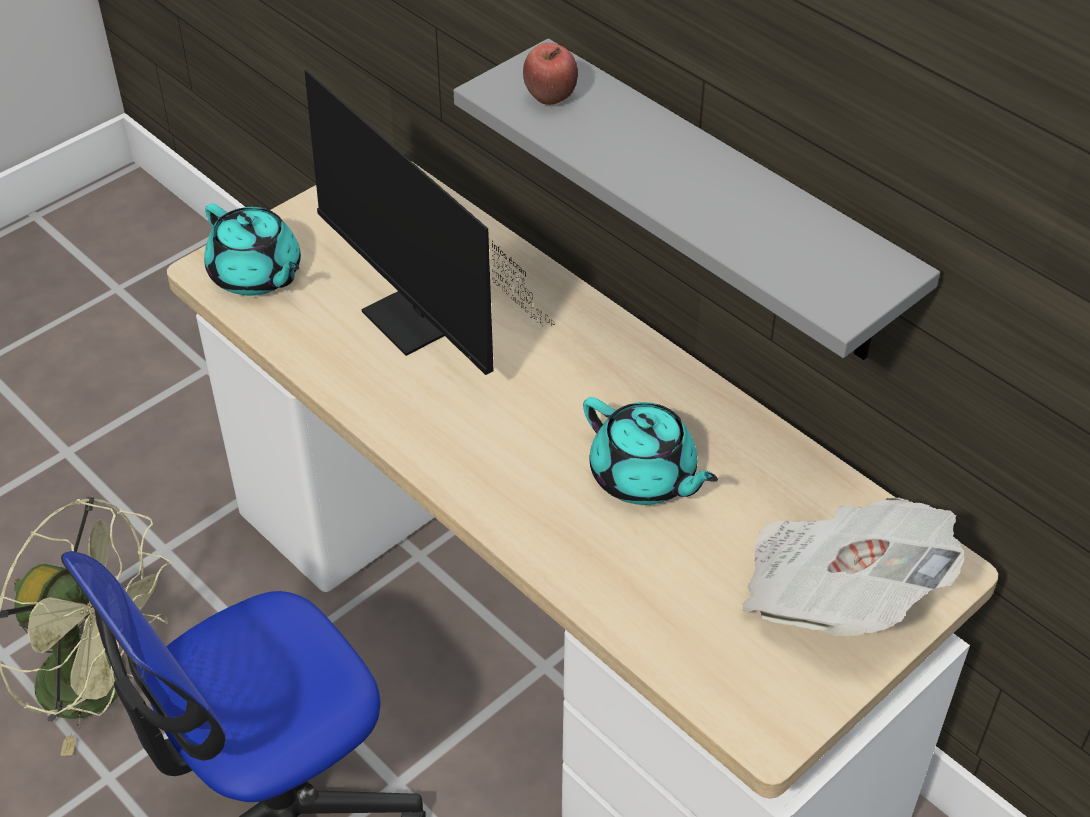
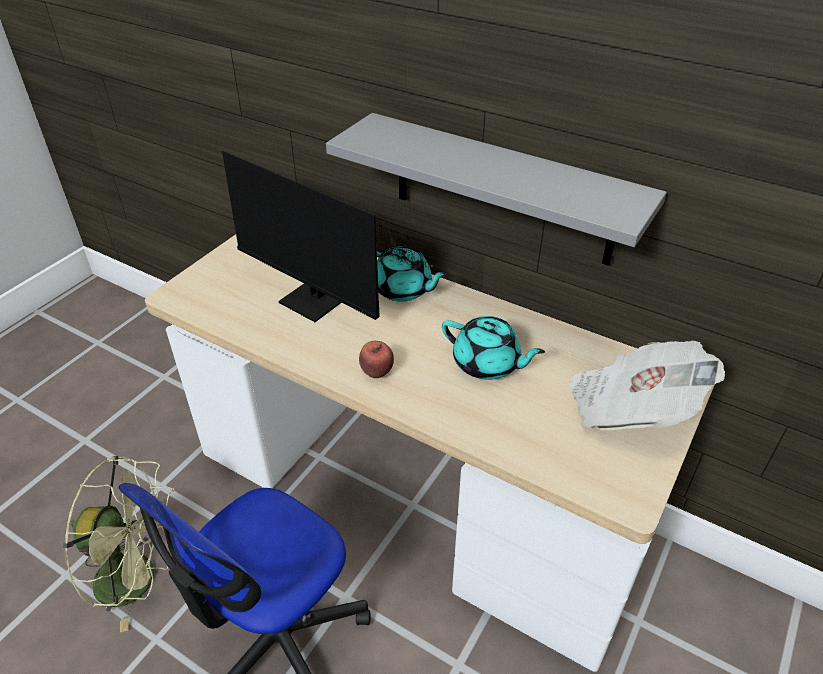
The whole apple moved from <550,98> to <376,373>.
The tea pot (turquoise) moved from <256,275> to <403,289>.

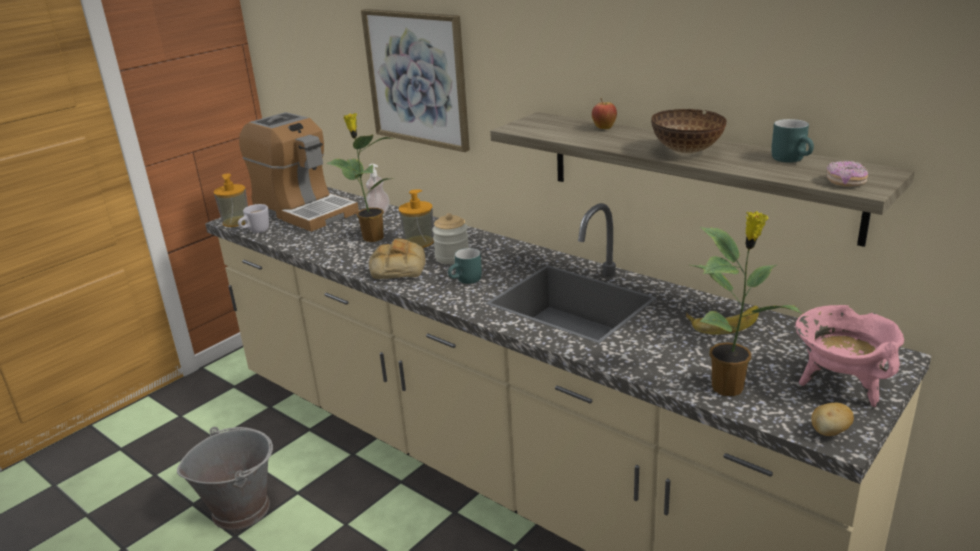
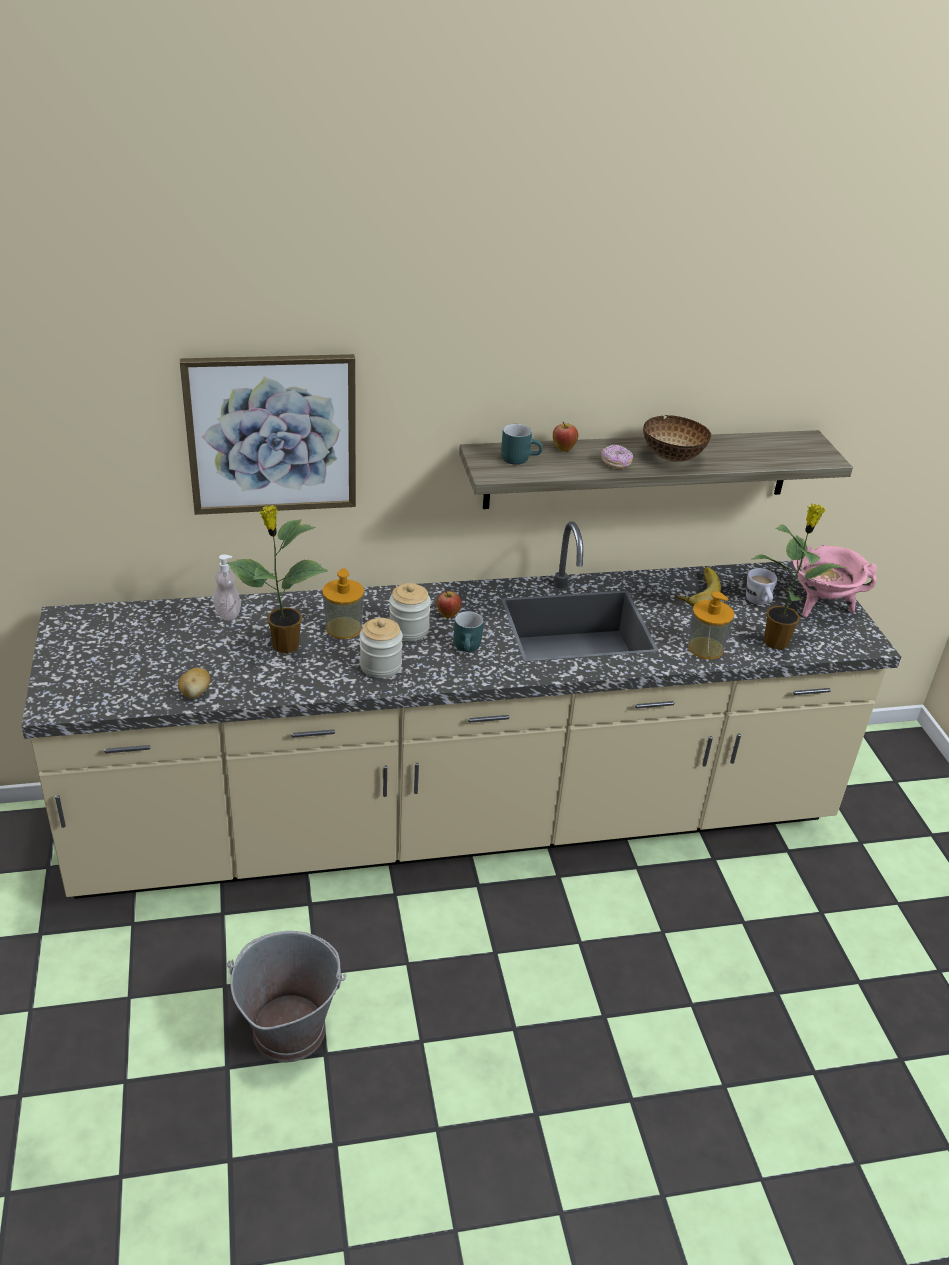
The spud moved from <829,432> to <195,693>.
The baked bread at <397,267> was replaced by the preserve jar at <380,666>.
The whole apple at <448,615> appeared.
The coffee mug (turquoise) moved from <793,159> to <520,458>.
The ring doughnut moved from <845,182> to <616,463>.
The liquid soap bottle moved from <236,221> to <705,648>.
The coffee mug (white) moved from <255,231> to <759,602>.
The coffee maker at <303,210> disappeared.

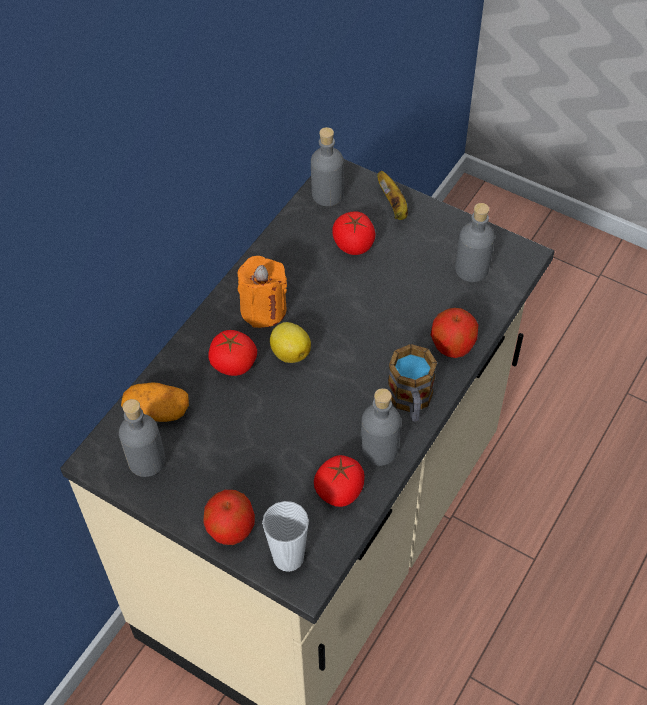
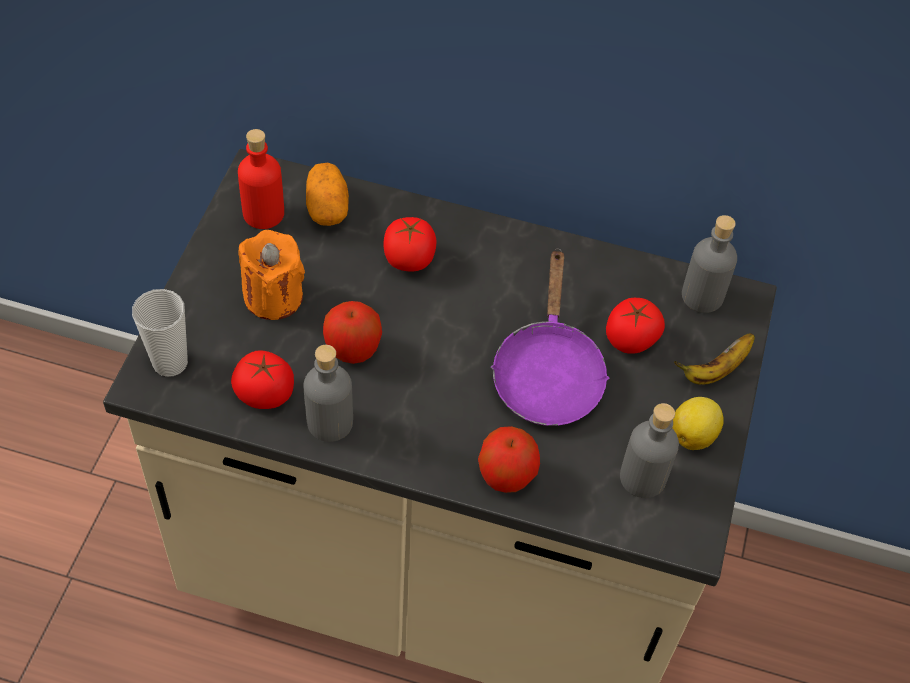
The drink bottle (greyish) at <146,460> became the drink bottle (reddish) at <263,213>.
The wax light (orangey) moved from <263,309> to <273,297>.
The whole apple moved from <231,529> to <353,349>.
The frying pan (purplish) at <547,373> appeared.
The citrus fruit moved from <290,352> to <693,435>.
The coffee mug at <411,402> disappeared.

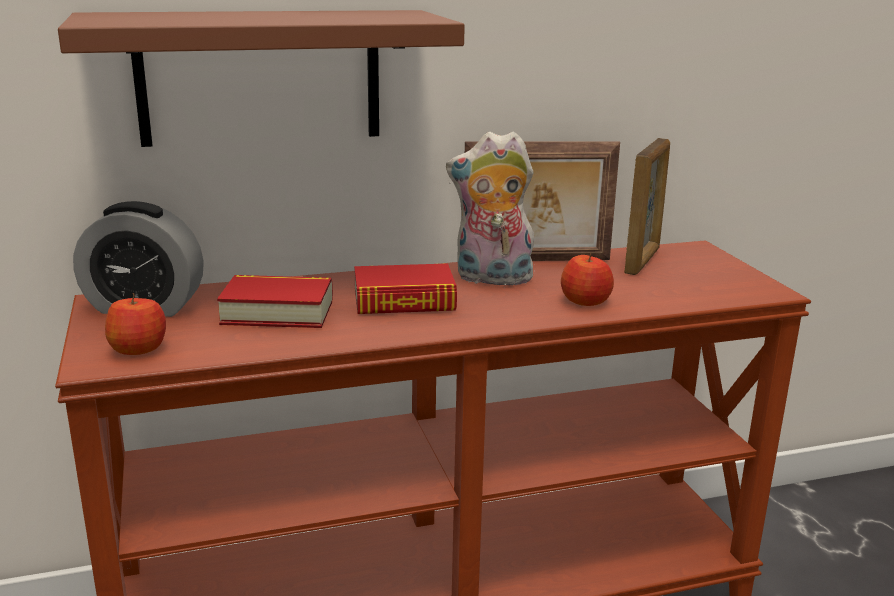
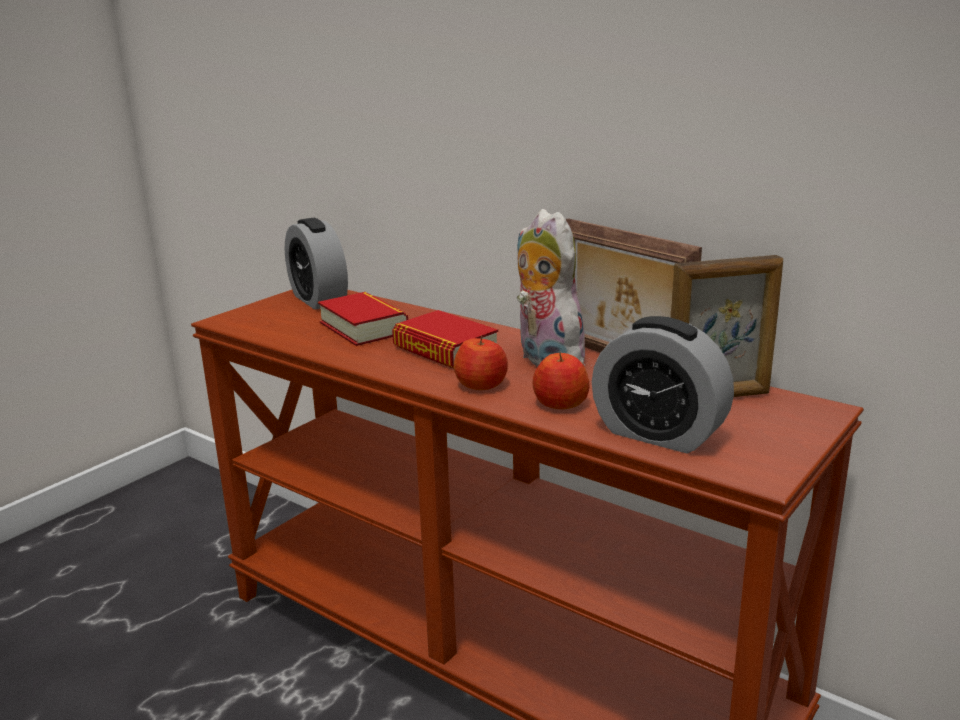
The whole apple moved from <138,349> to <482,385>.
The table clock at <658,434> appeared.
The wall shelf (brownish) at <260,77> disappeared.

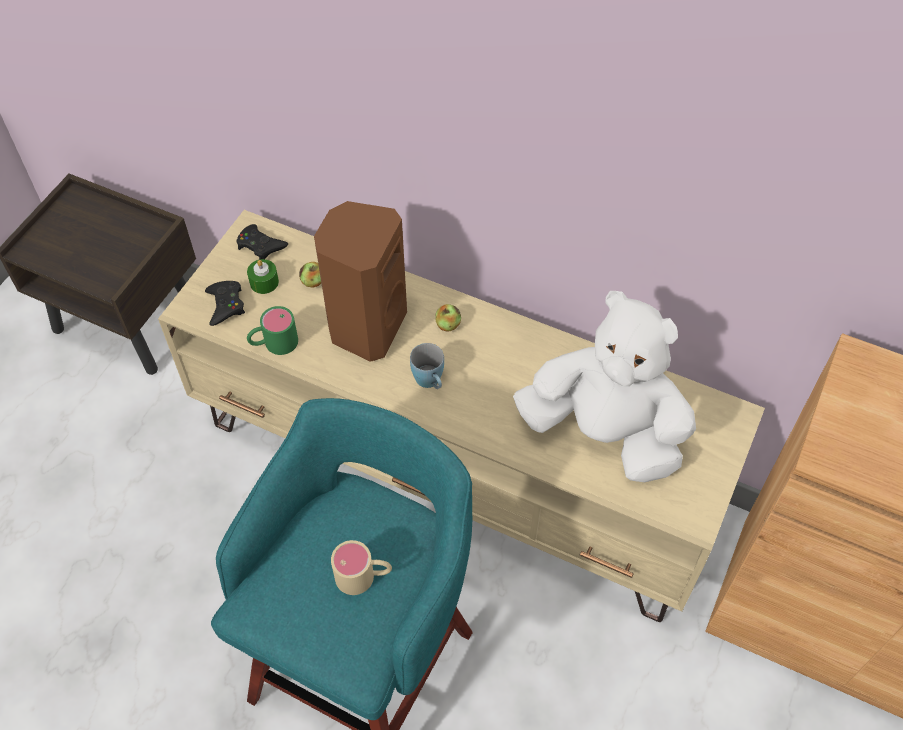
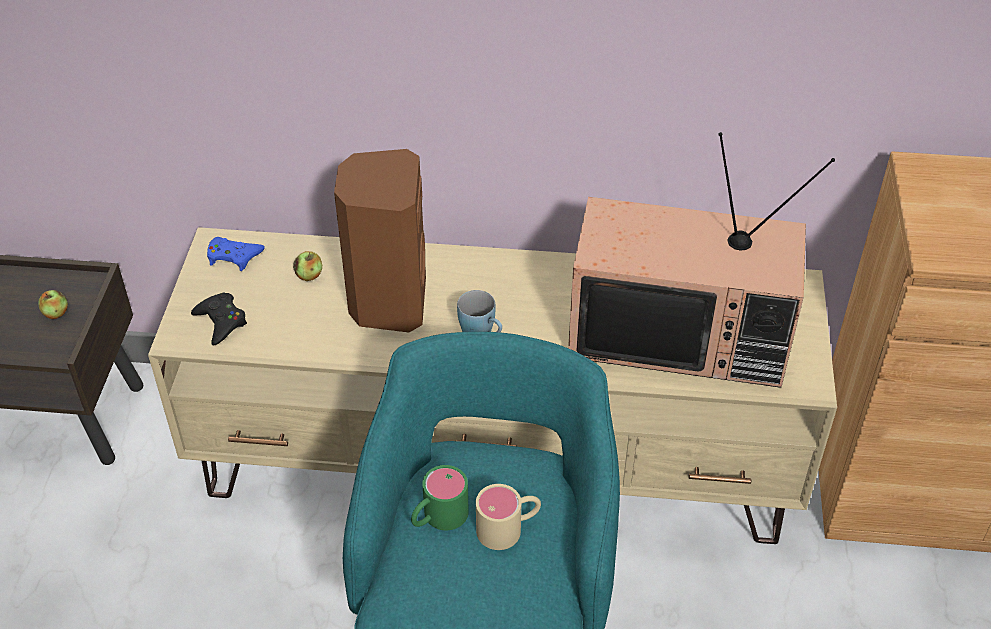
The whole apple moved from <448,325> to <56,313>.
The gamepad (black-coloured) at <260,246> became the gamepad (blue-coloured) at <233,256>.
The coffee mug (greenish) moved from <273,343> to <438,518>.
The cuddly toy (white) at <604,432> was replaced by the television at <681,333>.
The wax light (greenish) at <264,282> disappeared.

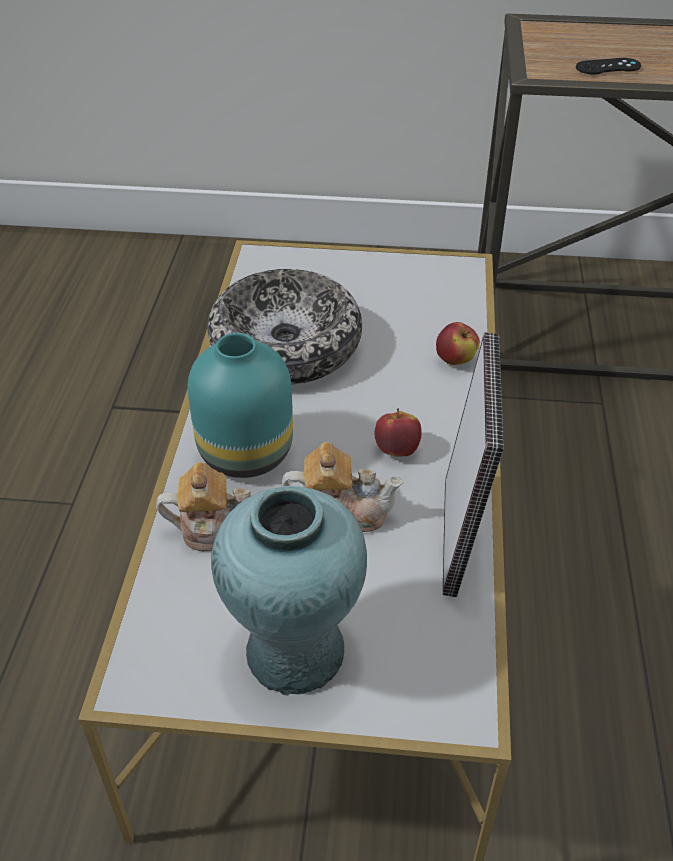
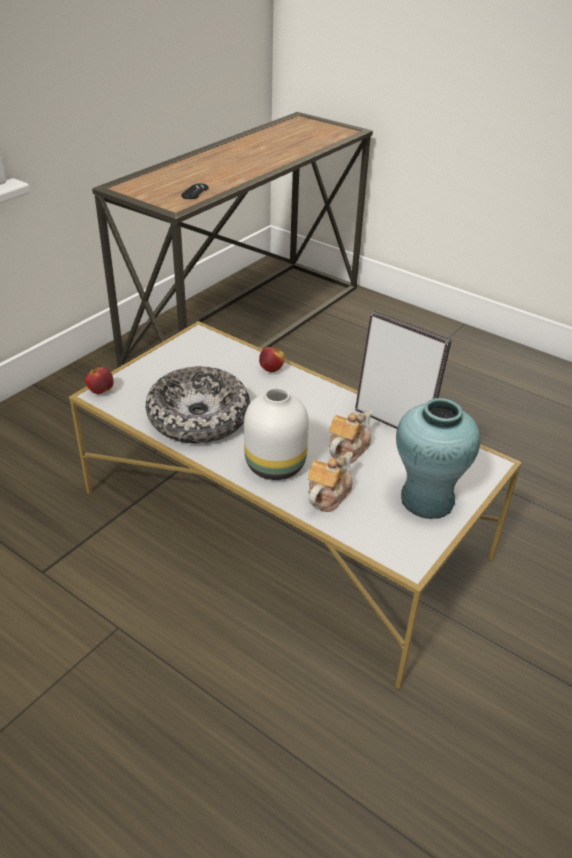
The whole apple moved from <396,450> to <101,391>.
The flower vase (turquoise) at <247,454> became the flower vase (white) at <277,465>.

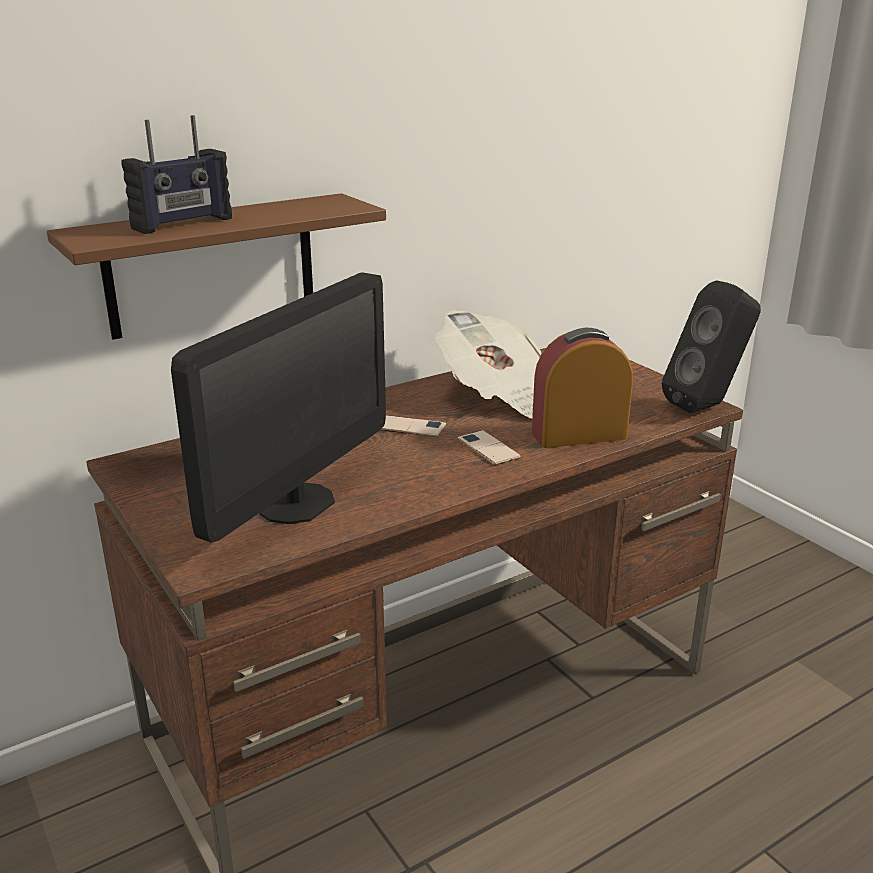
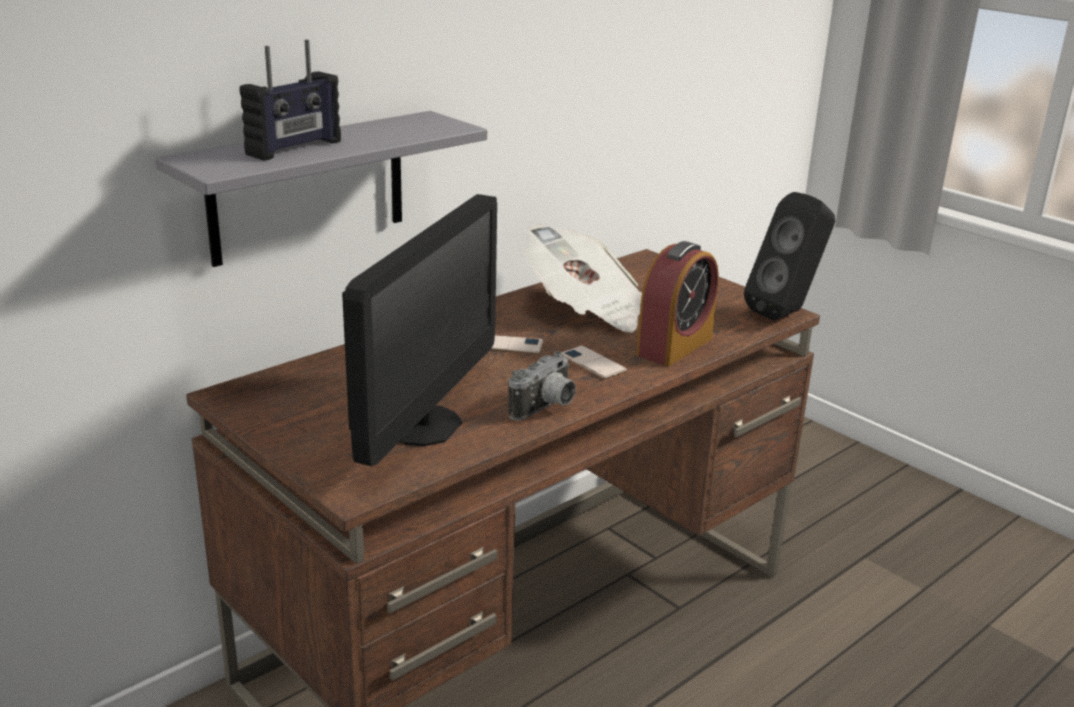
The wall shelf (brownish) at <211,265> became the wall shelf (greyish) at <308,188>.
The still camera at <546,408> appeared.
The table clock at <579,435> turned 150 degrees clockwise.

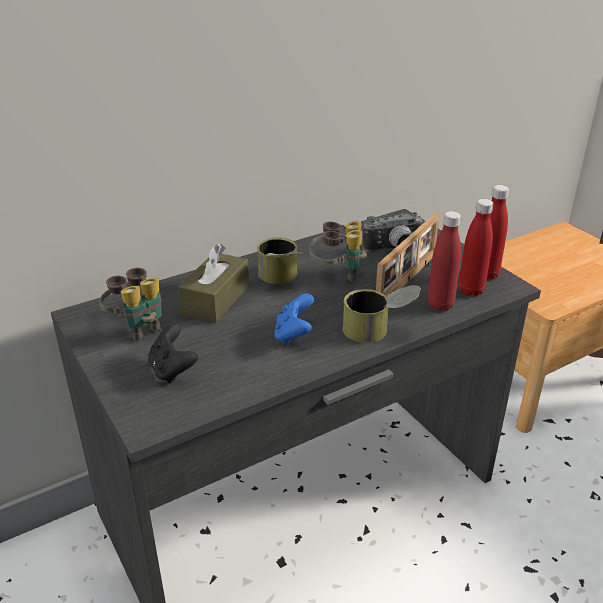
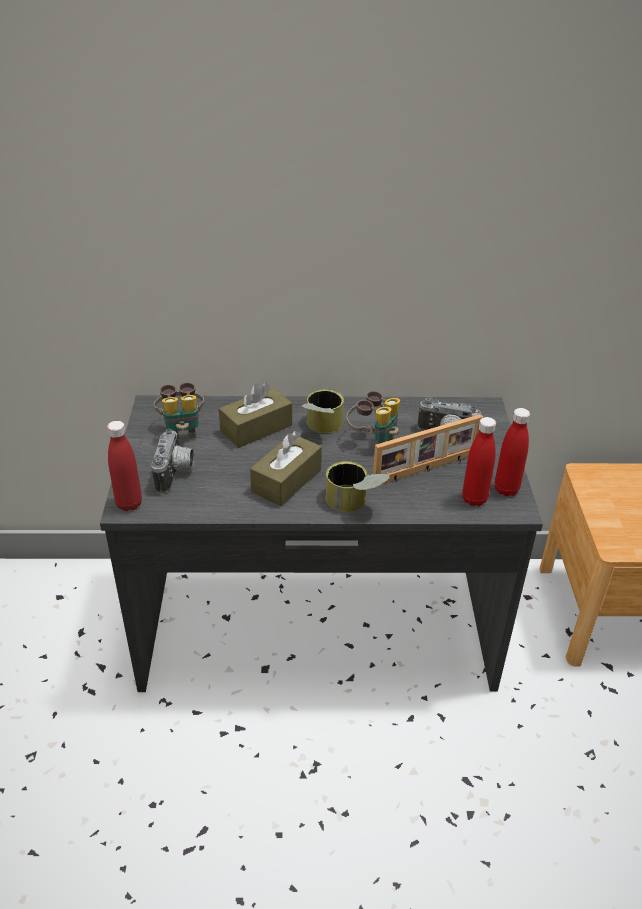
The drink bottle (reddish) moved from <440,305> to <129,504>.
The gamepad (black-coloured) at <172,370> was replaced by the still camera at <176,474>.
The gamepad (blue-coloured) at <294,334> was replaced by the box of tissues (brownish) at <286,480>.

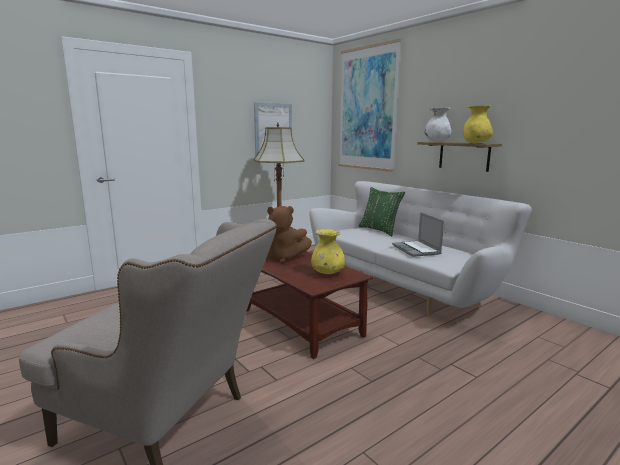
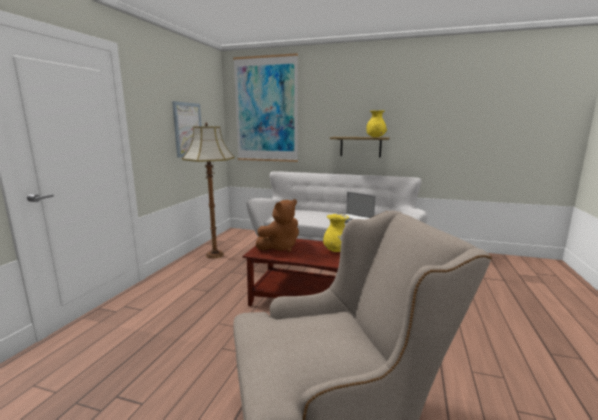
The cushion (greenish) at <379,230> disappeared.
The flower vase (white) at <437,141> disappeared.

